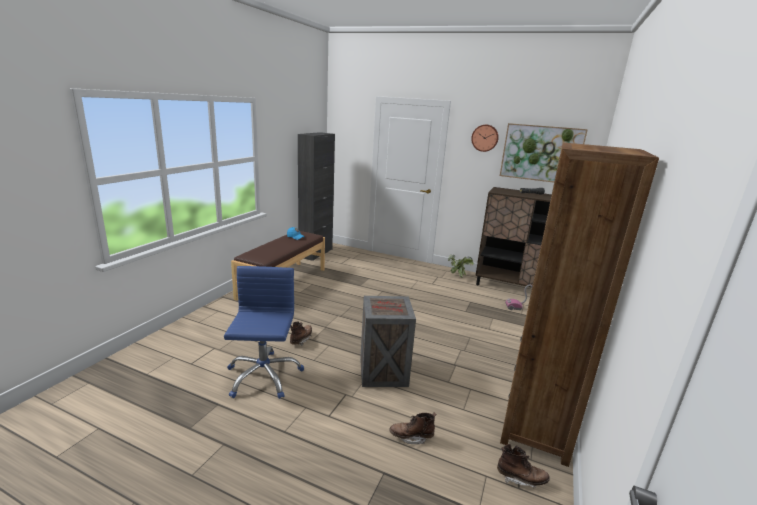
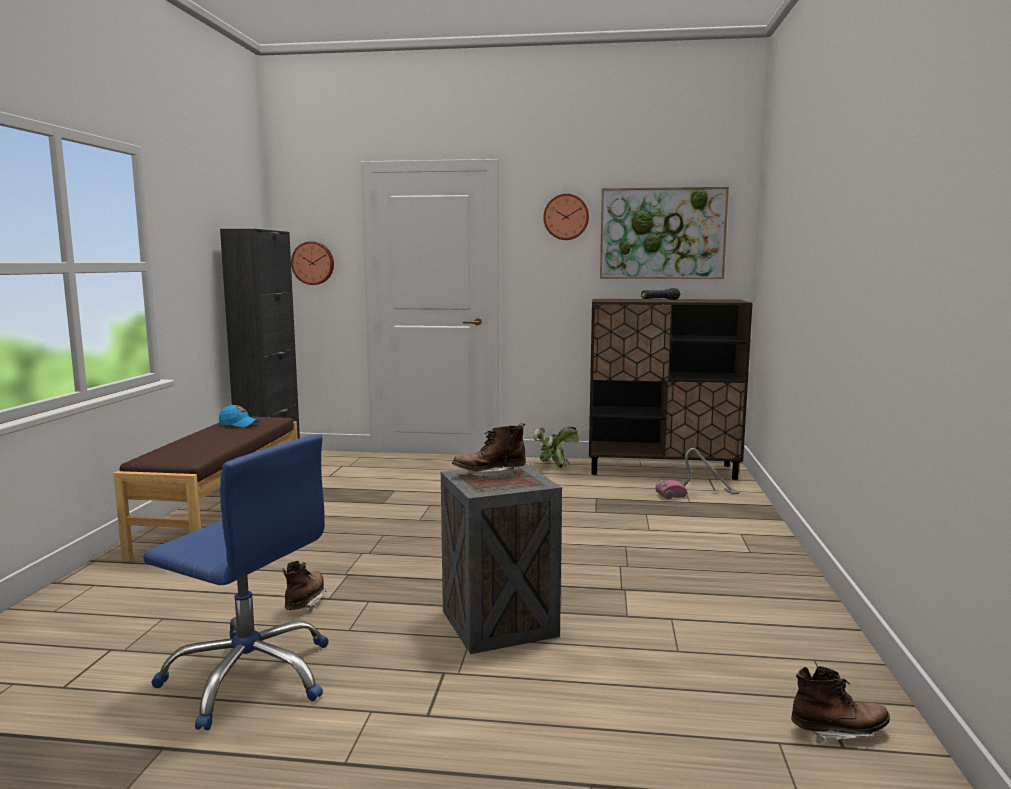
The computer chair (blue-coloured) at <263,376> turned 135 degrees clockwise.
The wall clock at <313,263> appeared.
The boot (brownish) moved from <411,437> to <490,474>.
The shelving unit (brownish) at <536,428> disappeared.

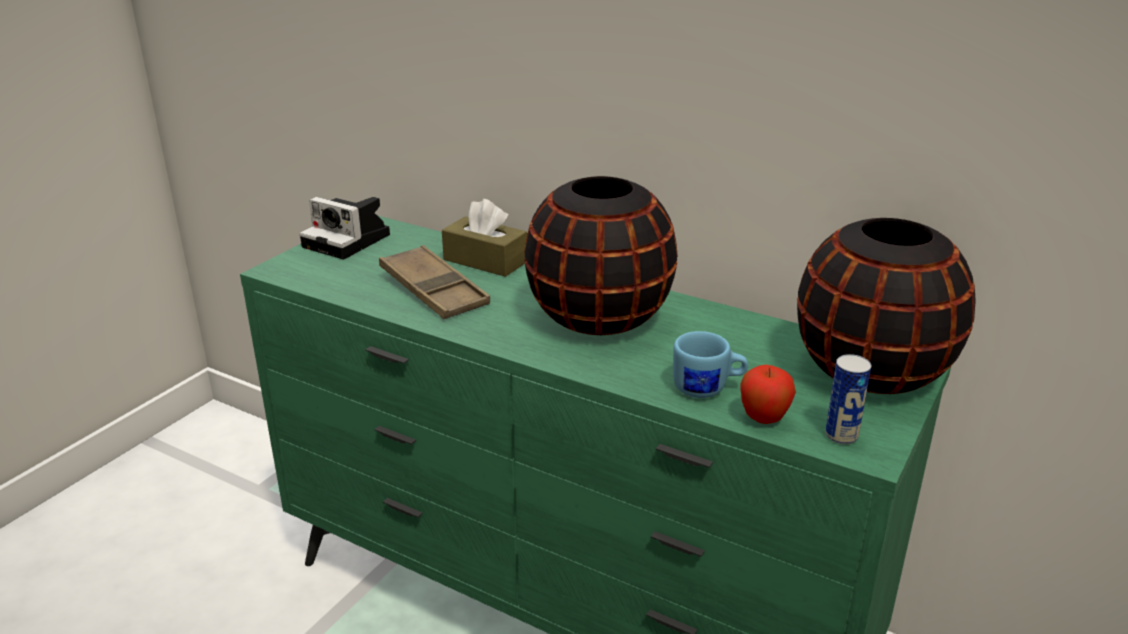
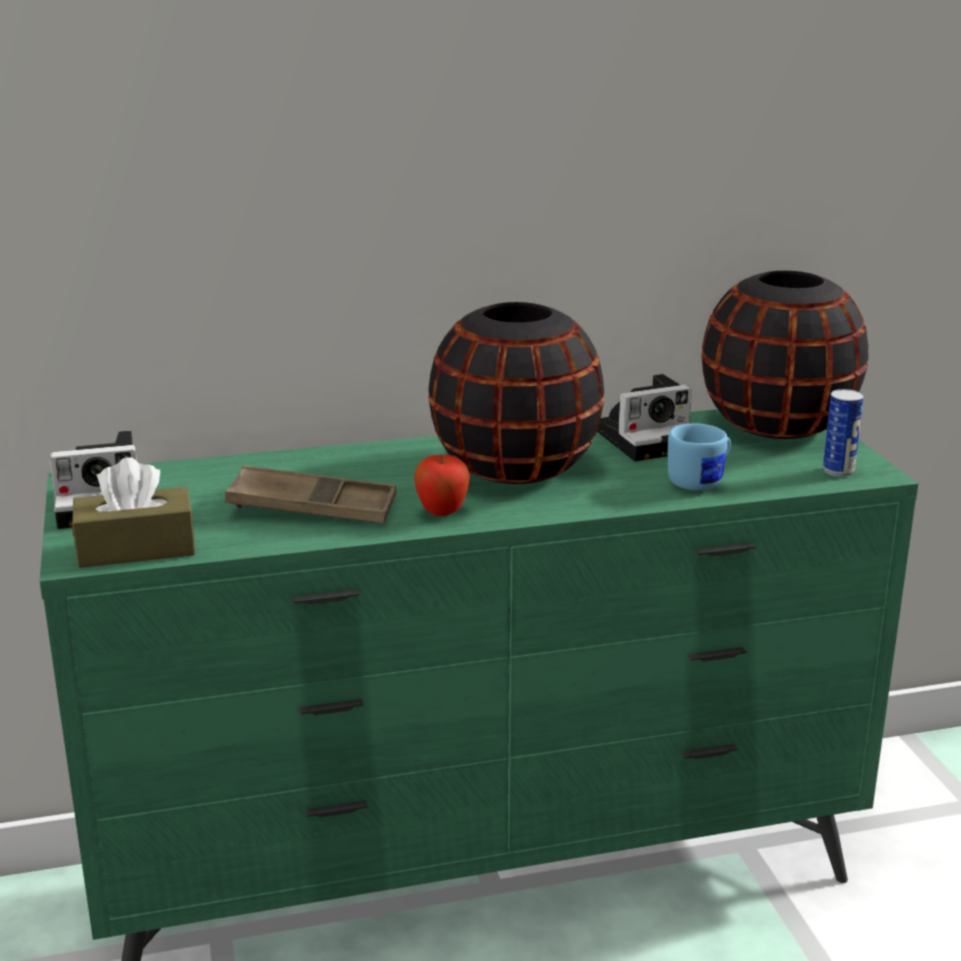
The box of tissues (brownish) moved from <485,261> to <136,548>.
The whole apple moved from <763,419> to <442,513>.
The still camera at <649,439> appeared.

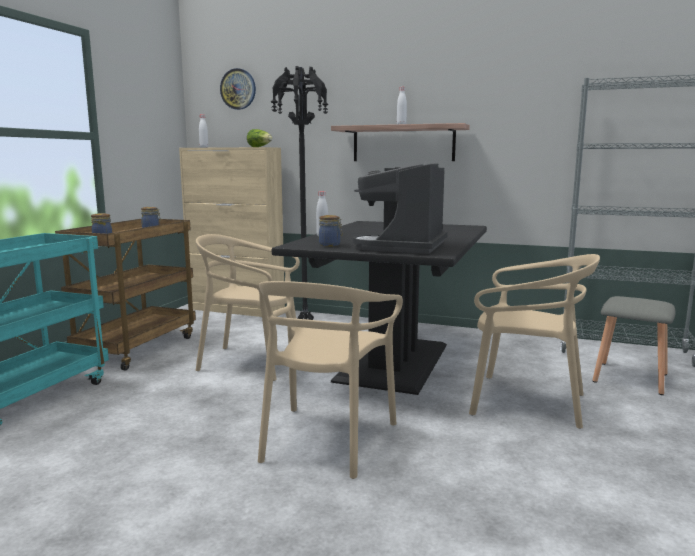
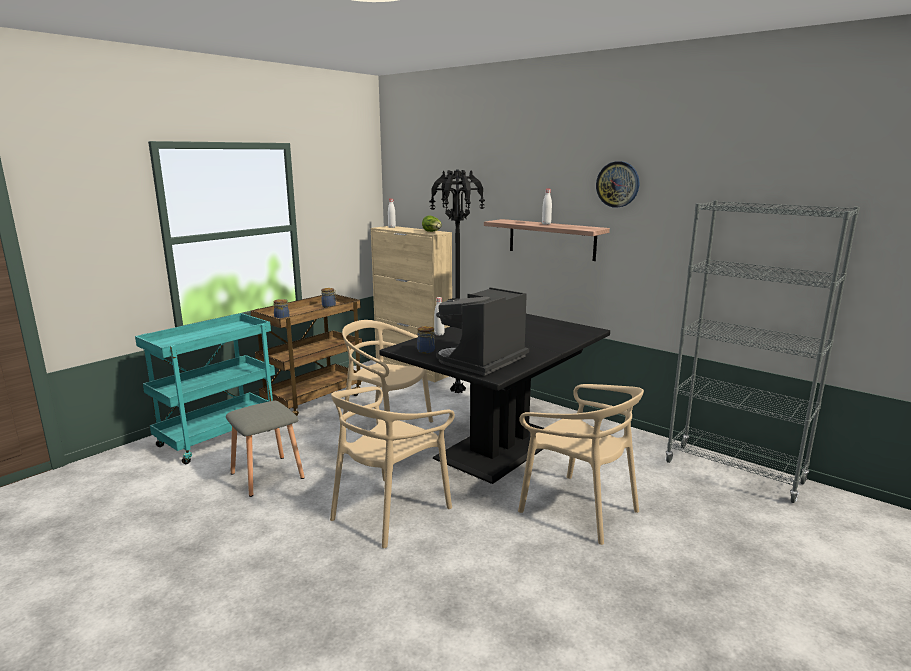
The stool seat (greyish) moved from <629,377> to <268,475>.
The wall clock moved from <238,89> to <618,184>.

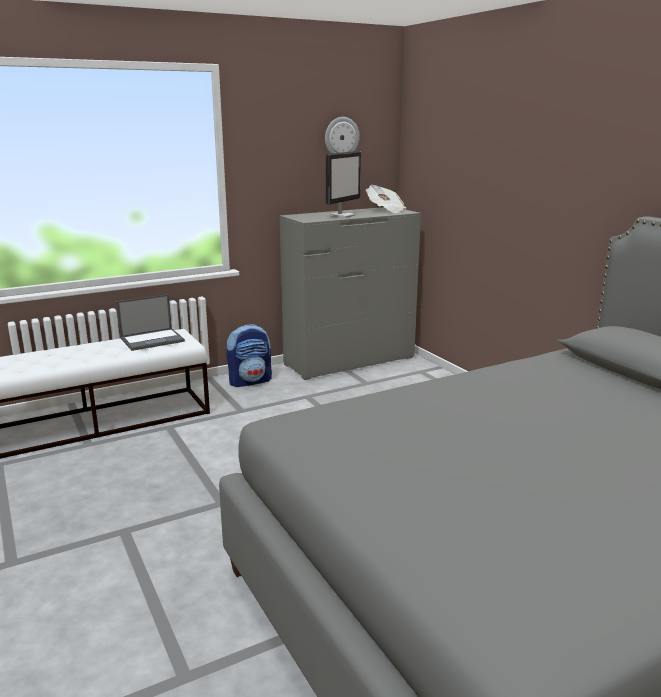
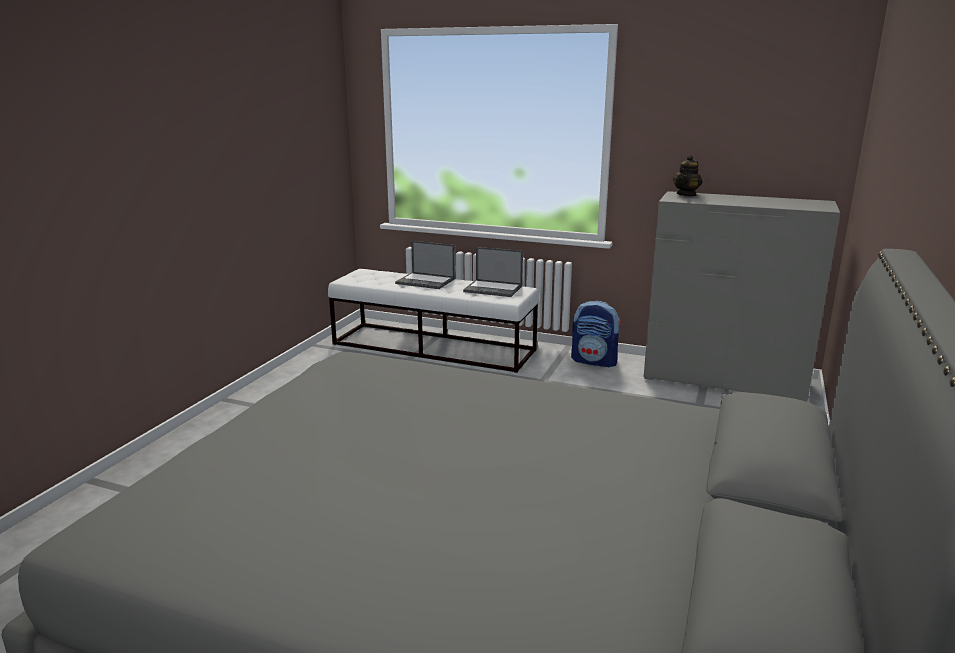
The laptop at <426,281> appeared.
The tea pot at <686,194> appeared.
The wall clock at <341,137> disappeared.
The computer screen at <341,215> disappeared.
The daily paper at <385,210> disappeared.

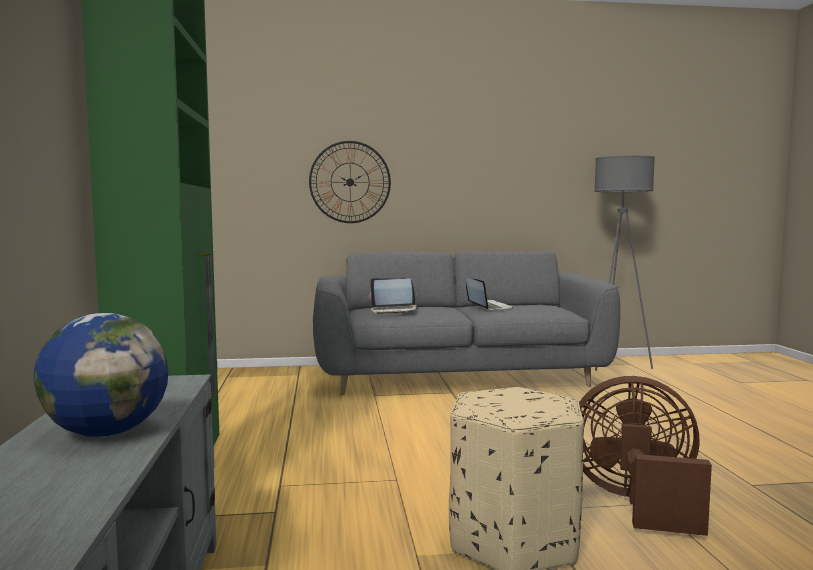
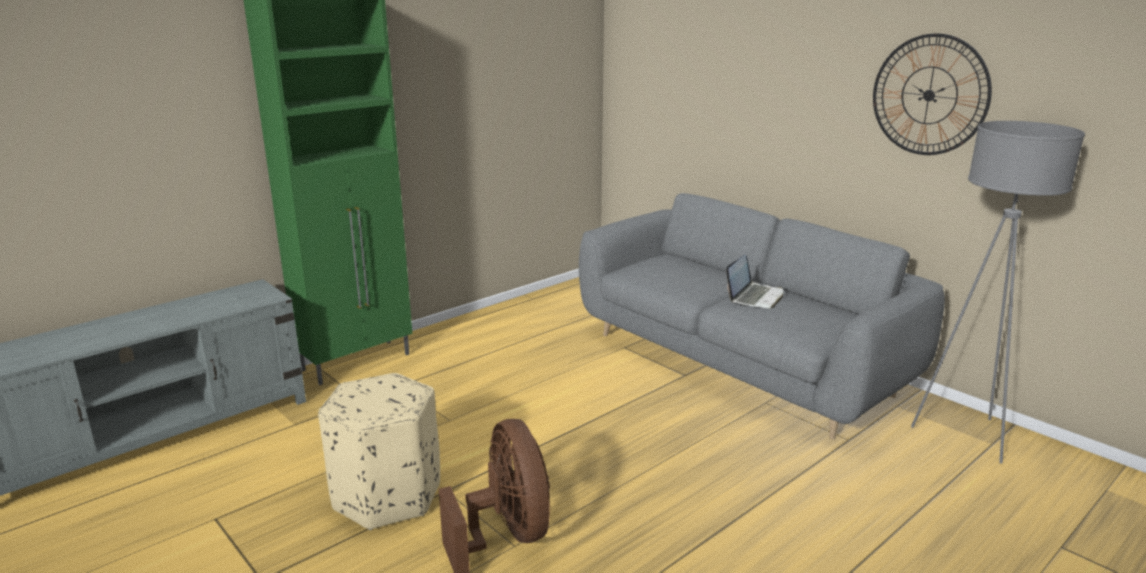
The wall clock moved from <350,182> to <929,95>.
The globe at <107,433> disappeared.
The laptop at <394,310> disappeared.

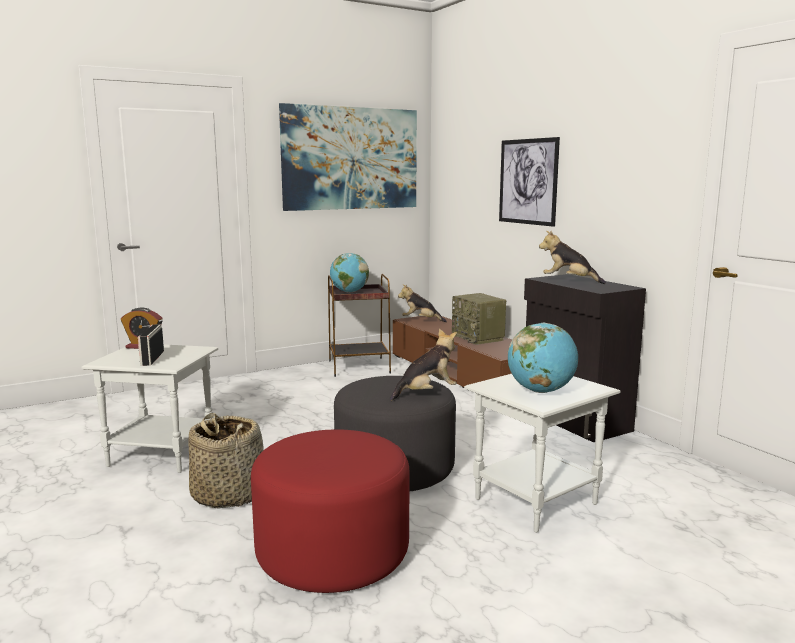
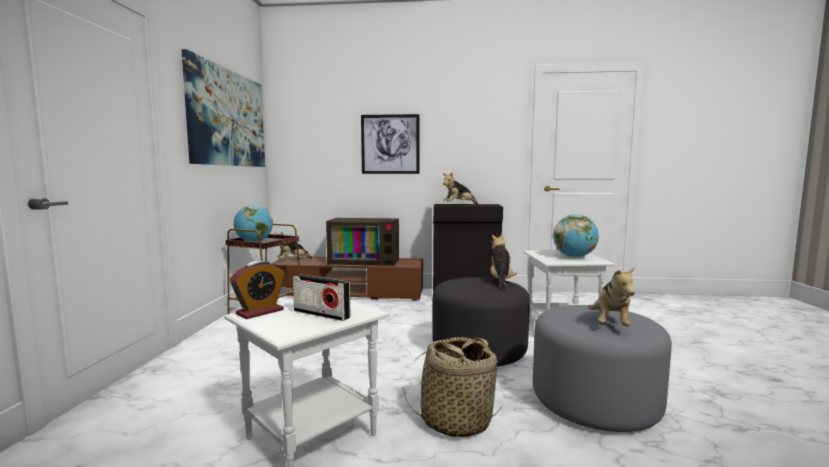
The radio receiver at <478,338> was replaced by the television at <365,261>.
The footrest (reddish) at <333,553> became the footrest (greyish) at <595,401>.
The cuddly toy at <610,324> appeared.

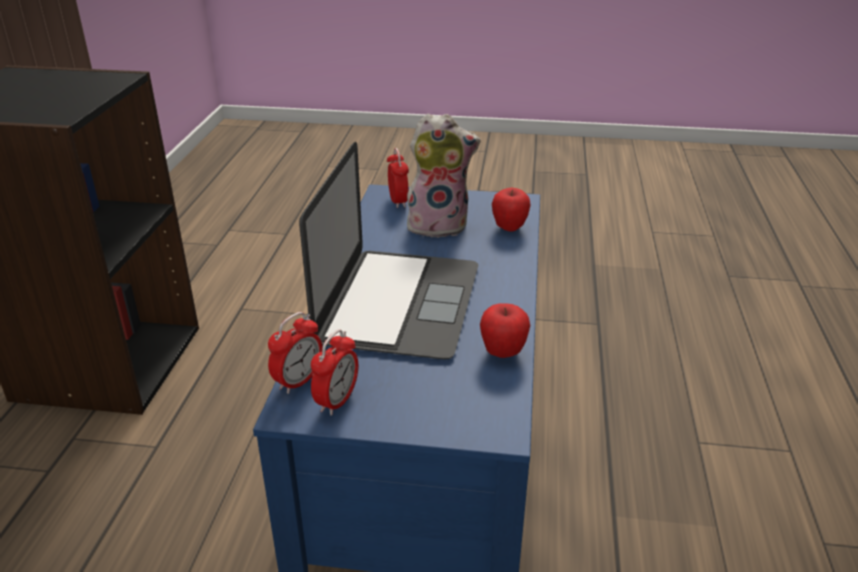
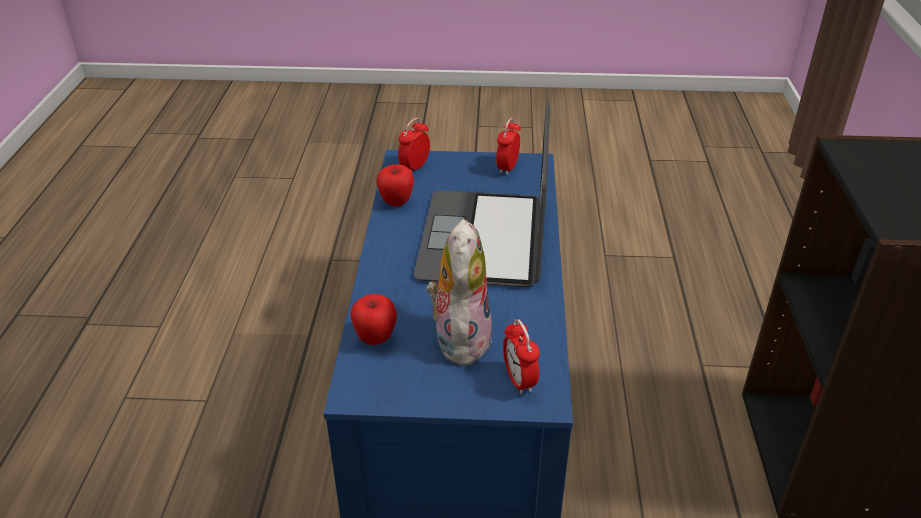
The table clock moved from <298,381> to <414,167>.
The cuddly toy at <439,225> turned 105 degrees clockwise.

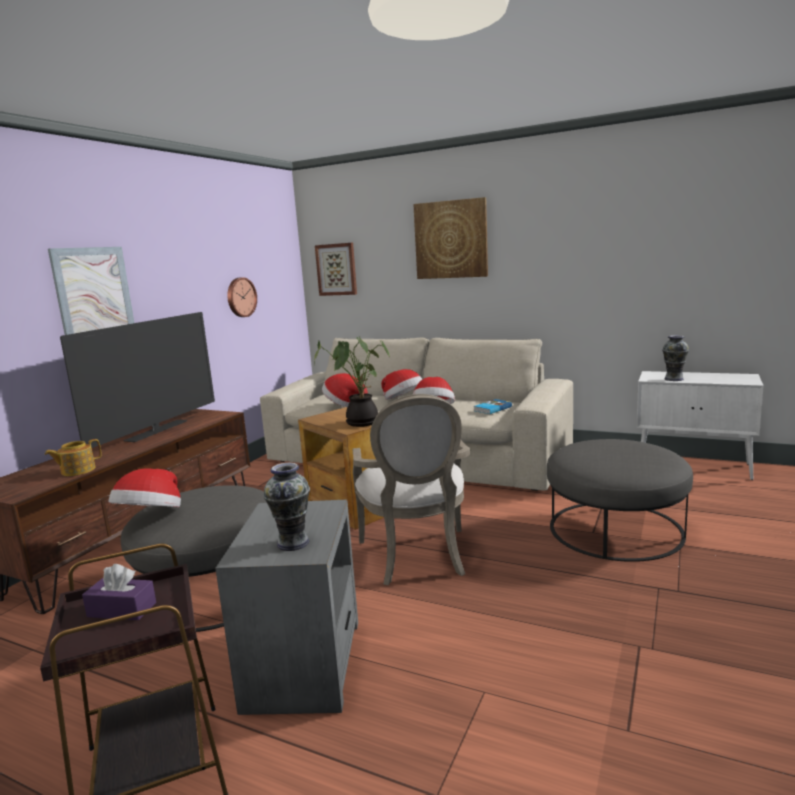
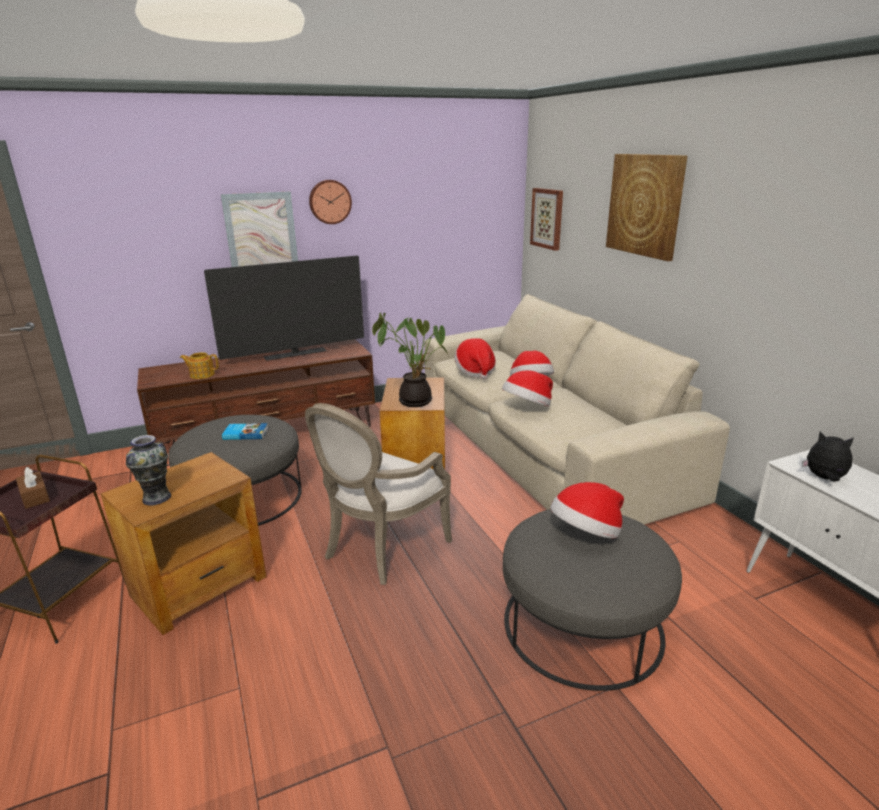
The box of tissues (purplish) at <122,609> became the box of tissues (brownish) at <35,496>.
The side table (greyish) at <305,663> became the side table (brownish) at <200,586>.
The book moved from <492,409> to <245,433>.
The wall clock moved from <240,297> to <330,202>.
The hat moved from <151,517> to <586,533>.
The flower vase at <673,379> was replaced by the cuddly toy at <824,478>.

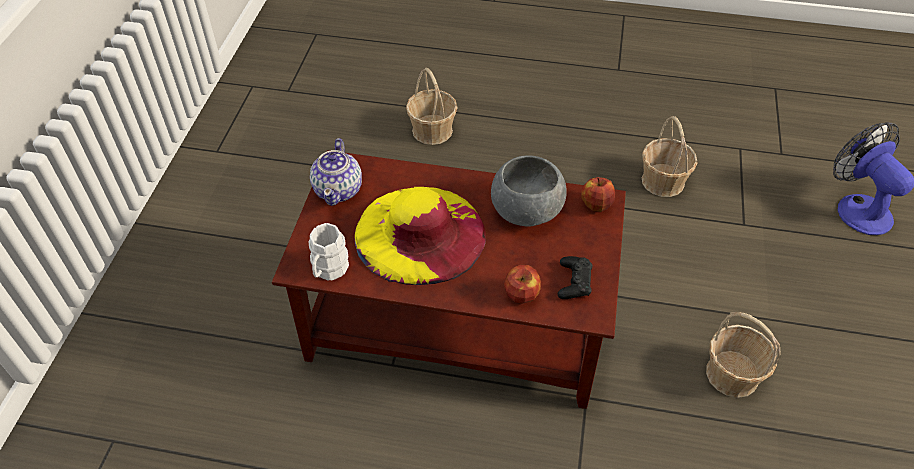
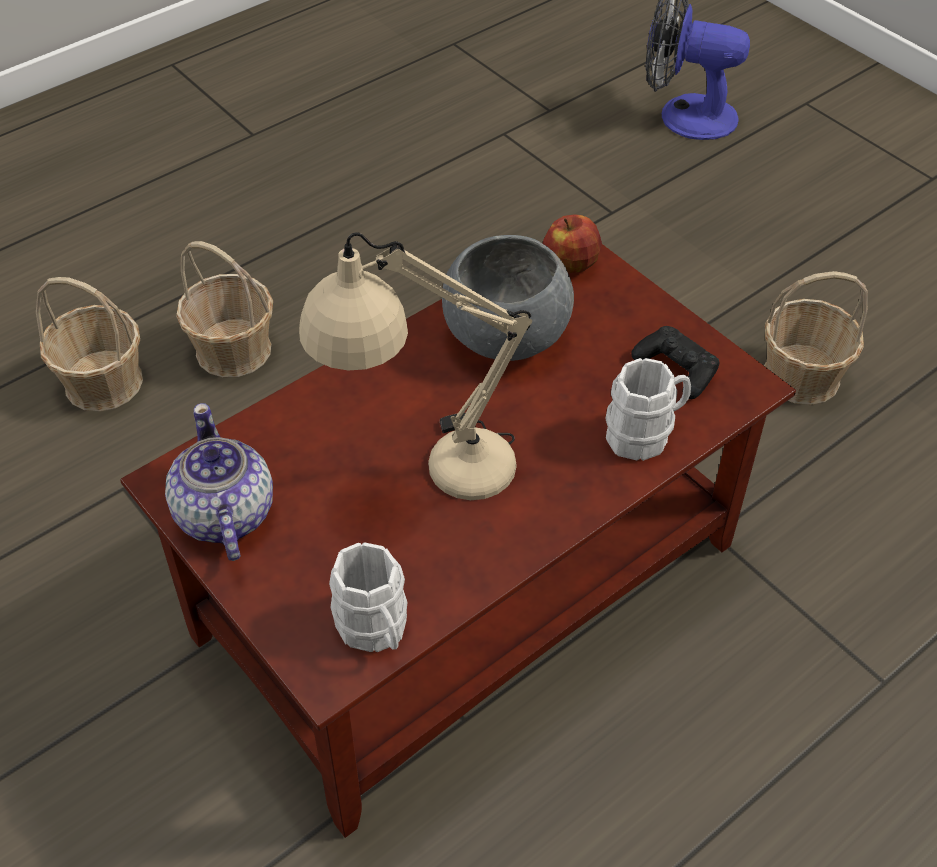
The tea pot at <338,189> turned 150 degrees counterclockwise.
The storage basket moved from <662,181> to <234,350>.
The hat (yellow-coloured) at <420,233> was replaced by the lamp for a table (sand-coloured) at <424,473>.
The whole apple at <521,294> was replaced by the coffee mug (white) at <645,433>.

